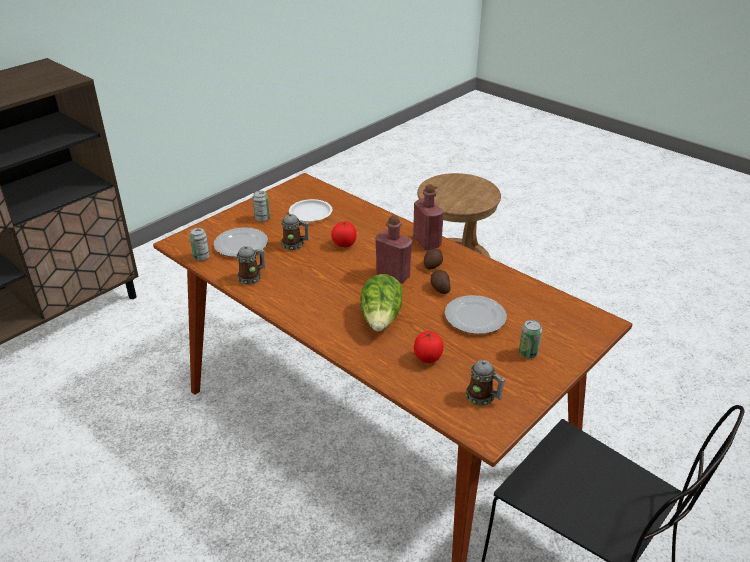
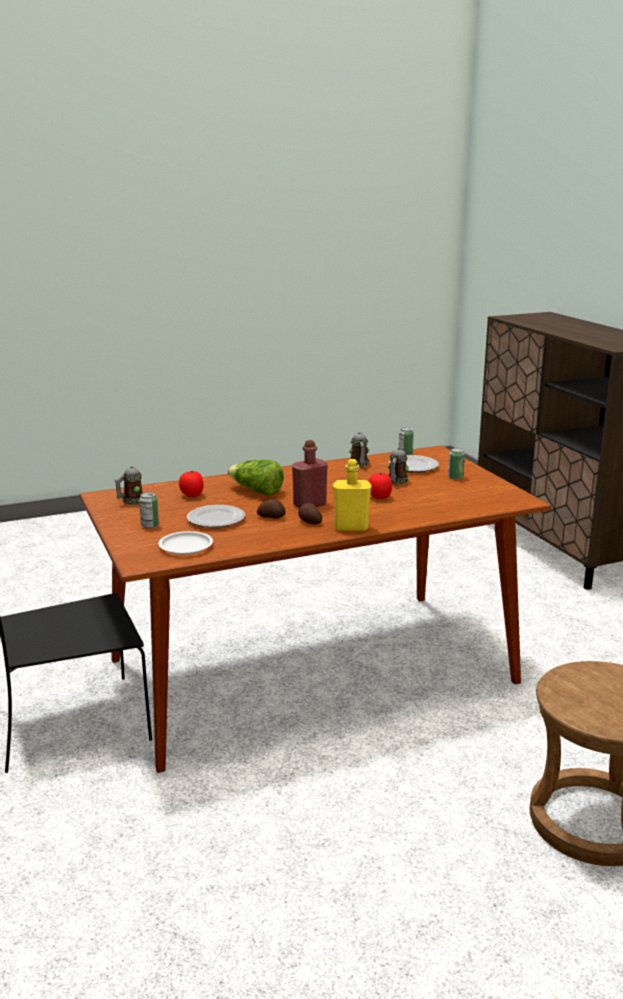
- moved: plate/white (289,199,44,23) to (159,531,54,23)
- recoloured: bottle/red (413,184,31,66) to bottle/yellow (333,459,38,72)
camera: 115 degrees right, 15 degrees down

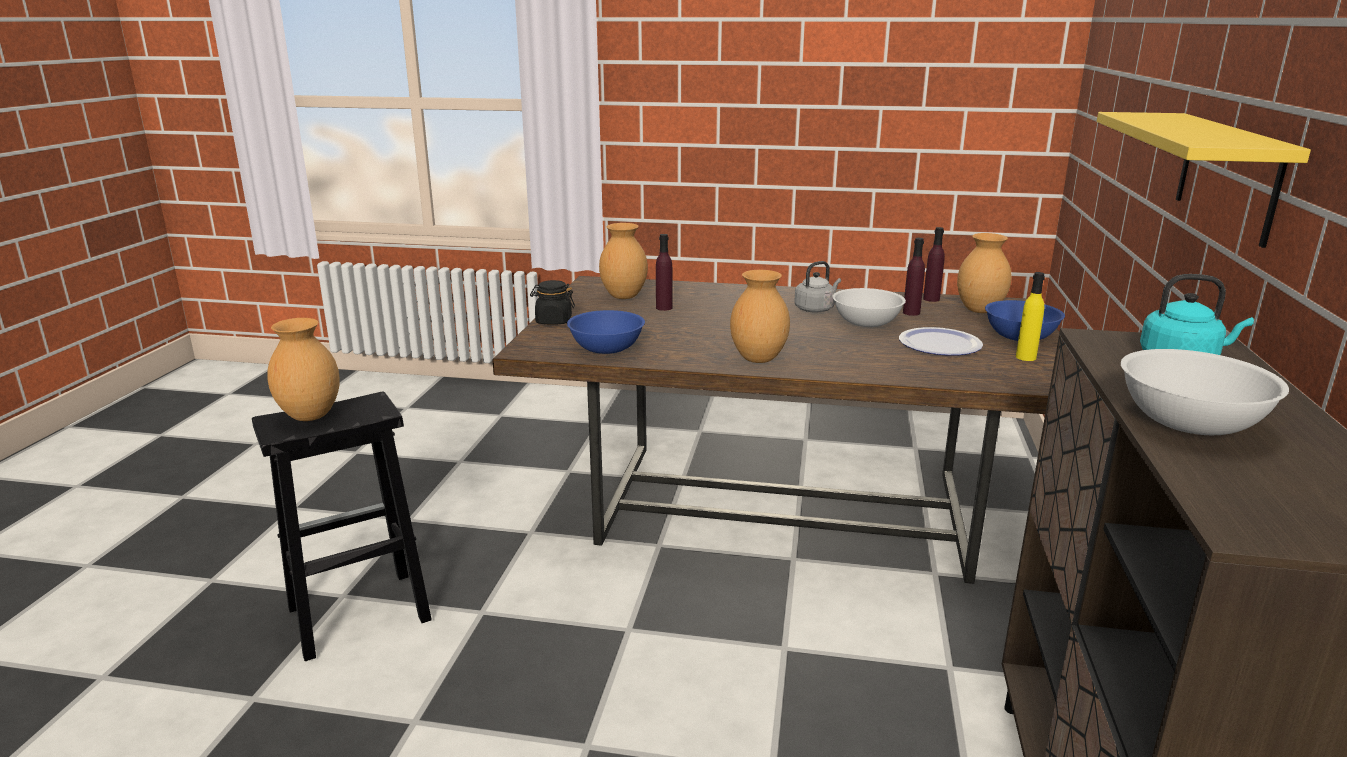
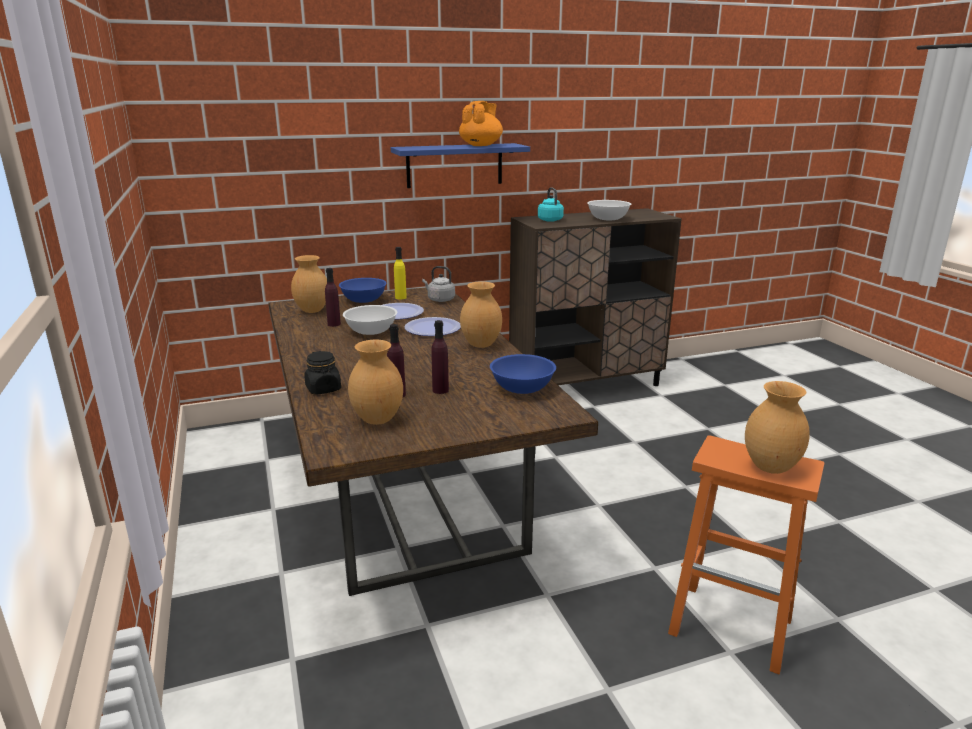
- recoloured: stool/black (252,392,180,269) to stool/orange (668,435,156,239)
- moved: jar/black (530,280,45,45) to (304,351,37,44)
- moved: kettle/grey (794,261,47,52) to (422,266,33,36)
- moved: bottle/purple (923,227,22,75) to (431,320,18,74)
- recoloured: shelf/yellow (1097,112,214,136) to shelf/blue (391,143,139,45)
- added: plate (404,317,57,19)
- added: teapot/orange (459,101,44,45)
camera: 120 degrees left, 0 degrees up

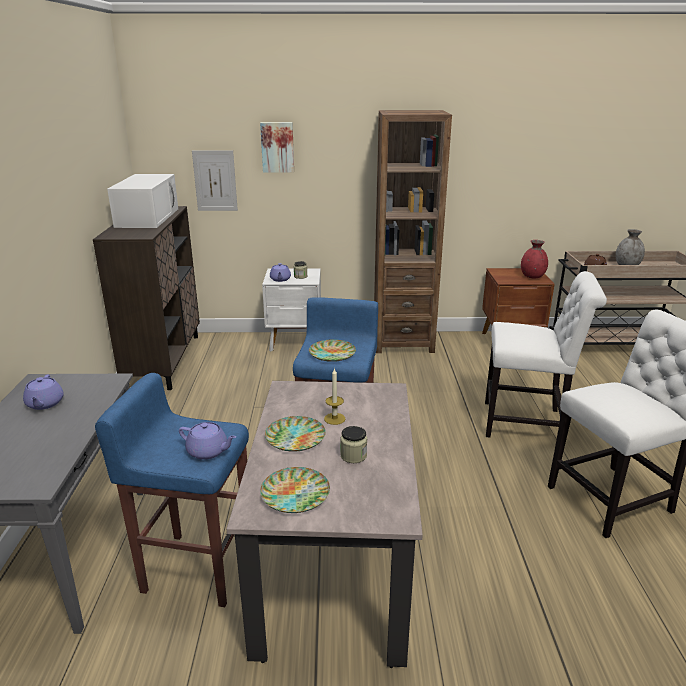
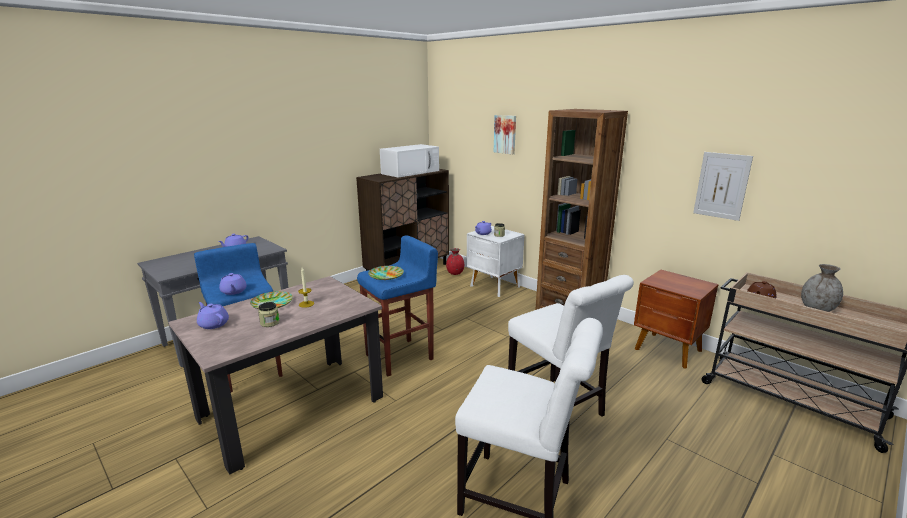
- moved: picture (192,150,46,61) to (693,152,60,69)
- replaced: plate (260,467,70,46) to teapot/purple (197,302,32,27)
- moved: vase/red (521,240,27,38) to (446,248,18,27)
camera: 45 degrees right, 5 degrees down

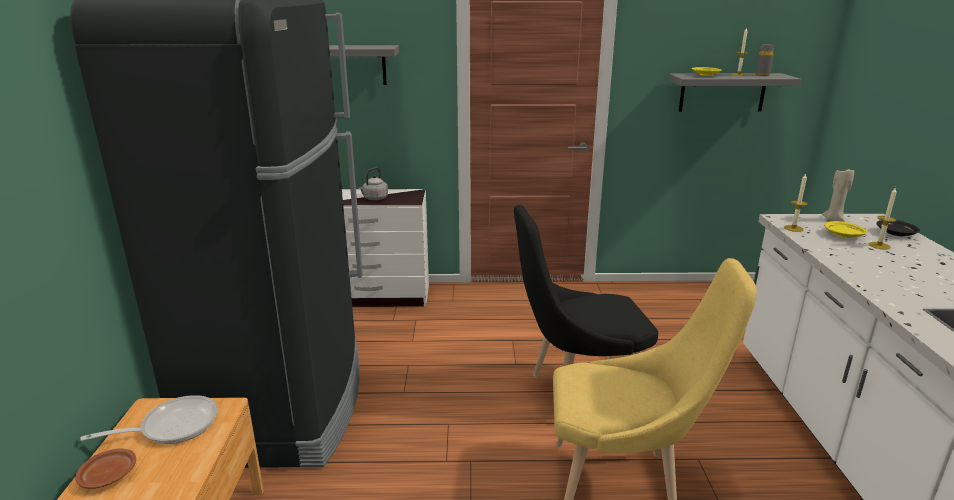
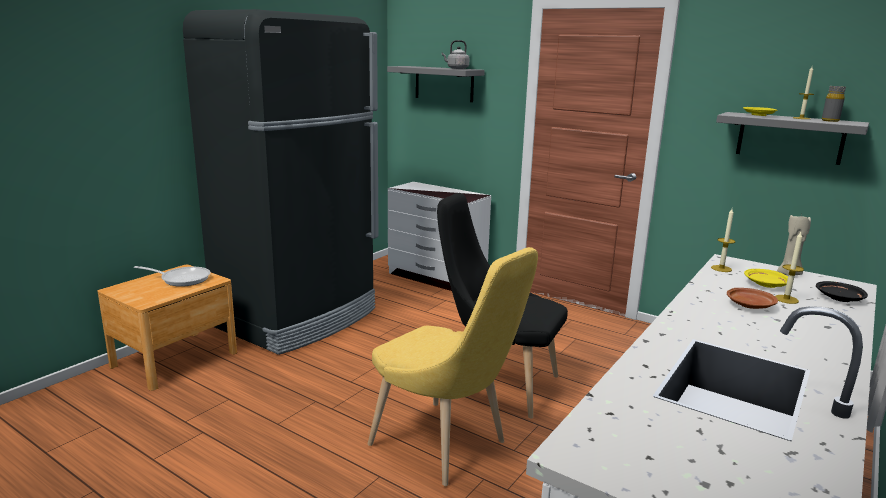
- moved: plate/brown (75,449,61,40) to (727,288,51,21)
- moved: kettle/grey (358,167,30,33) to (441,40,28,29)
camera: 35 degrees right, 5 degrees down

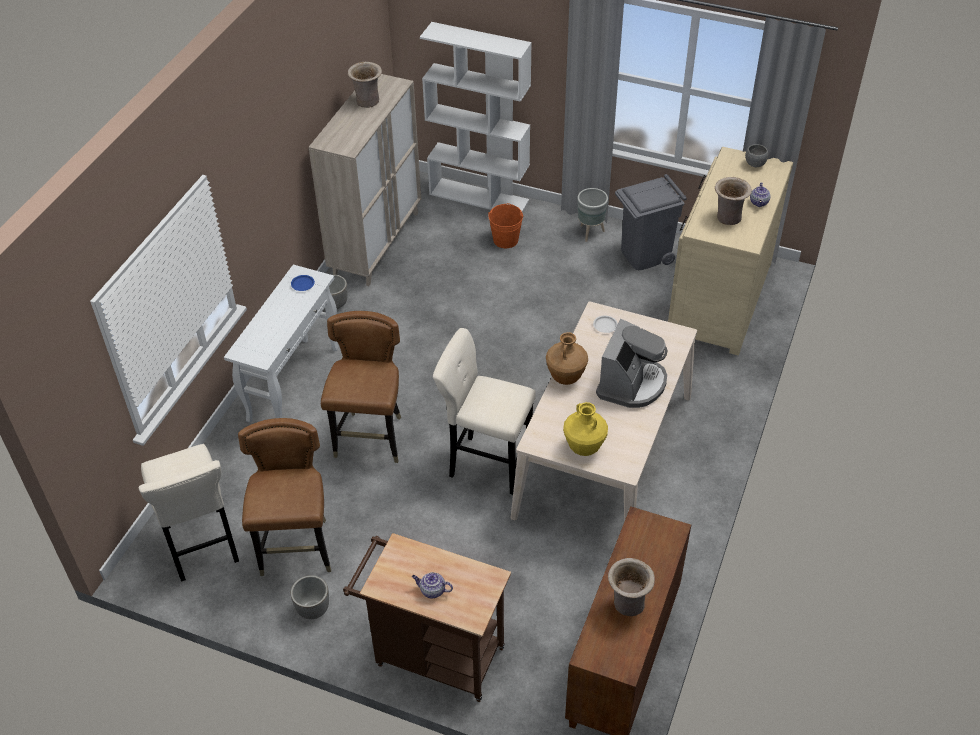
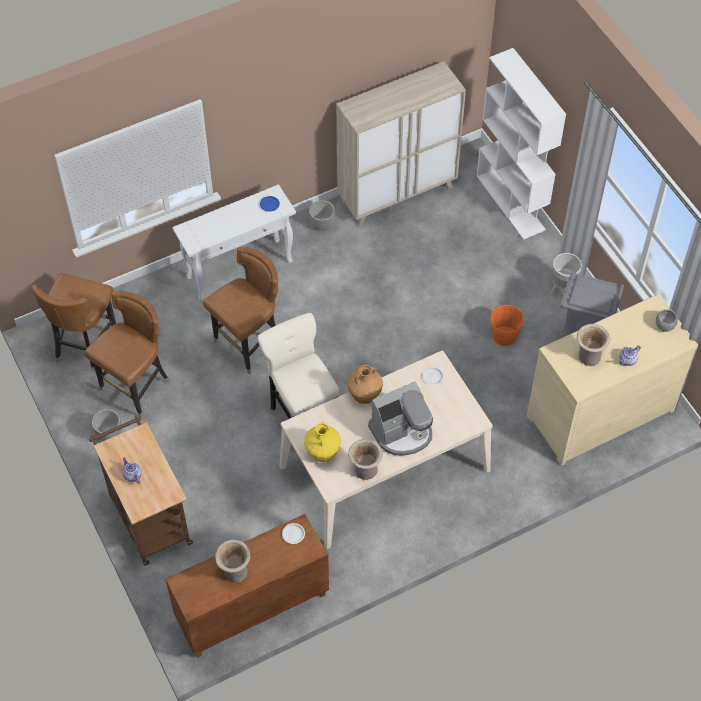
- replaced: stool/beige (139,444,100,138) to chair/brown (32,273,84,100)
- moved: vase/beige (348,62,34,46) to (348,439,35,41)
- moved: bucket/orange (488,203,35,45) to (491,305,33,41)
- added: plate/white (282,523,23,21)
camera: 40 degrees right, 10 degrees up

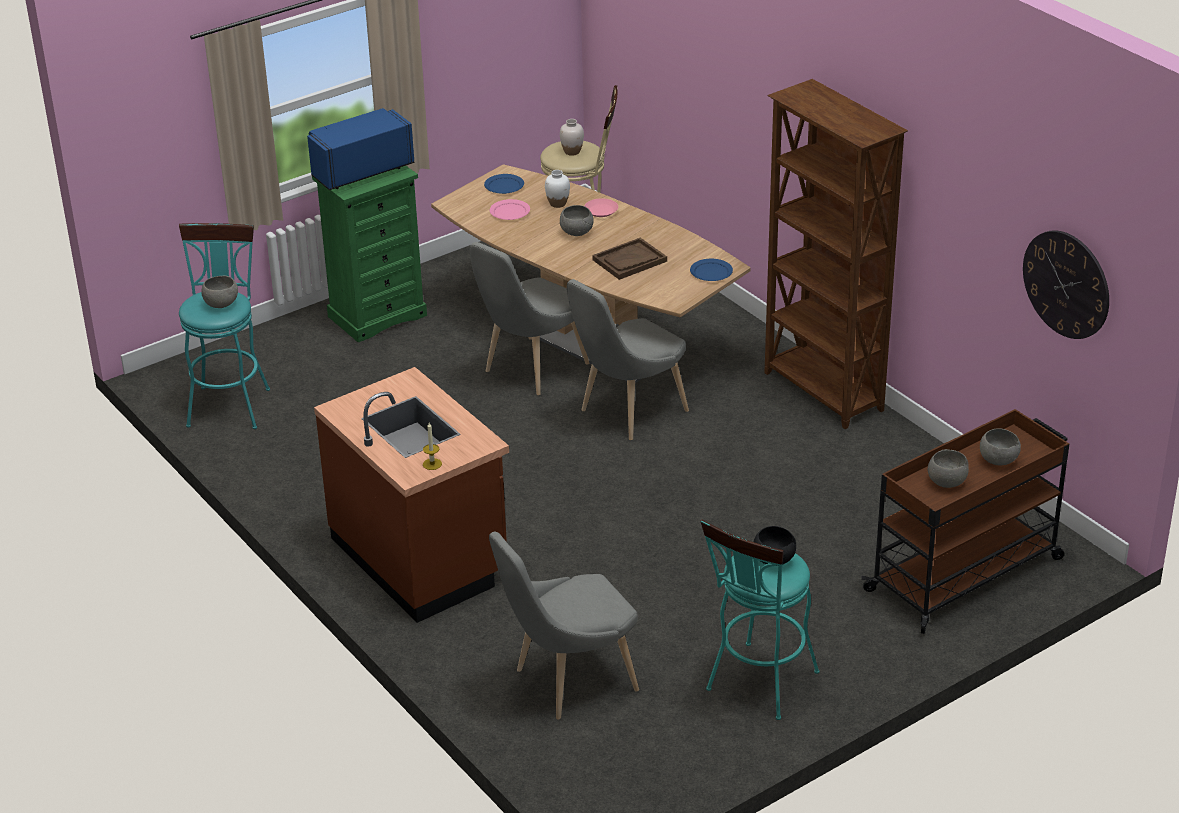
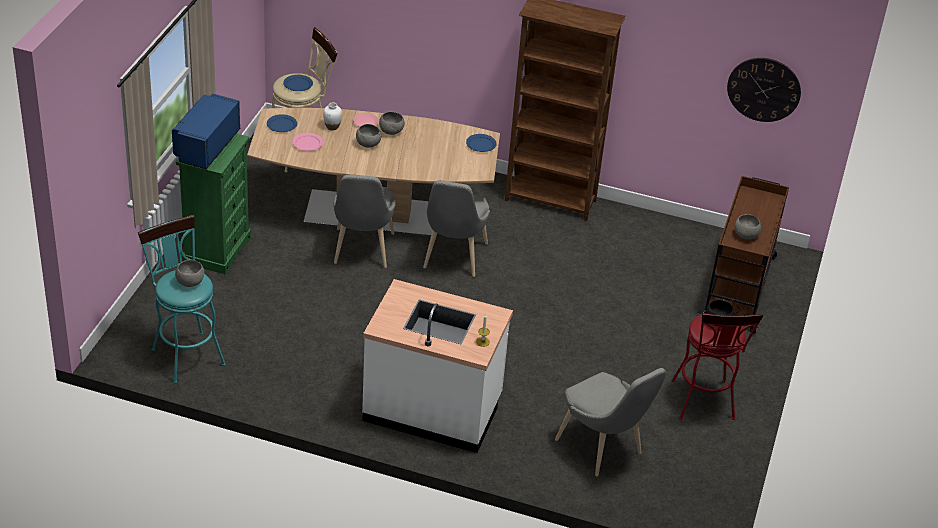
- recoloured: counter/brown (314,367,195,256) to counter/white (362,279,151,174)
- turned: chair/grey (489,532,150,188) = (555,368,111,109) 60 degrees counterclockwise
- replaced: vase/white (560,119,24,37) to plate/blue (283,75,30,16)
- removed: tray/brown (592,238,75,42)
- recoloured: stool/turquoise (700,520,120,200) to stool/red (672,313,92,107)
- moved: bowl/grey (980,428,41,38) to (379,112,26,23)
camera: 40 degrees left, 5 degrees up

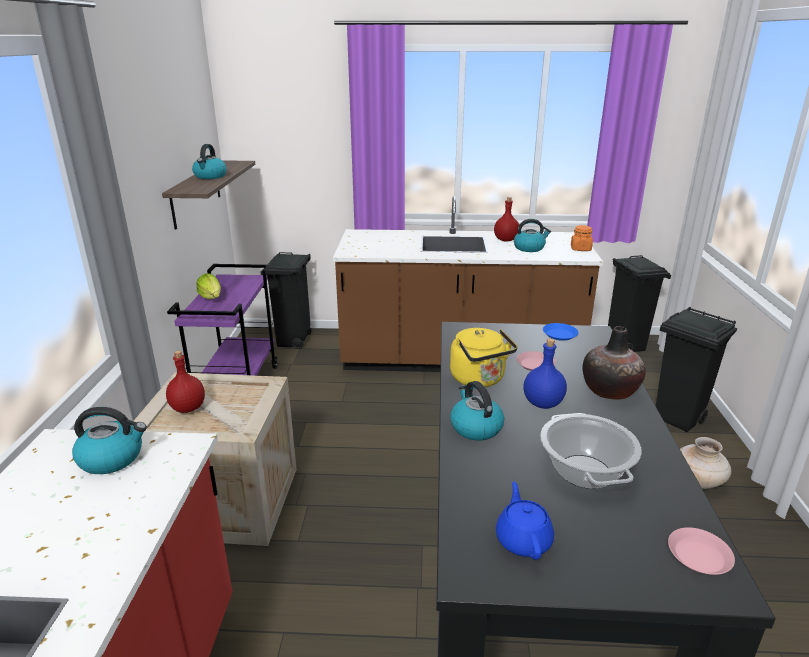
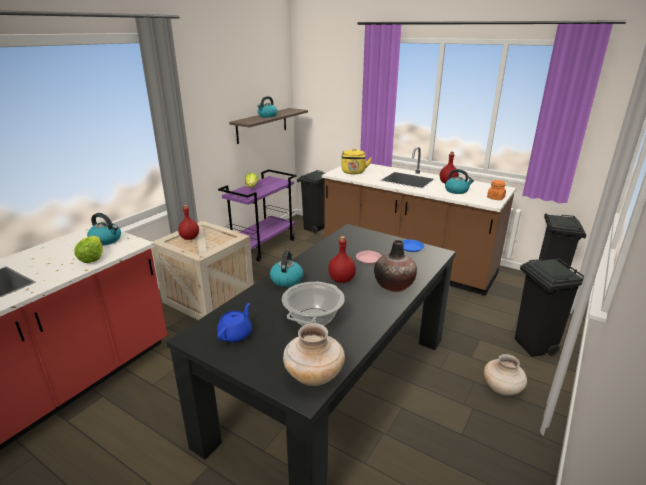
- moved: kettle/yellow (450,328,67,59) to (341,149,31,25)
- recoloured: bottle/blue (524,339,43,70) to bottle/red (328,236,28,47)
- replaced: plate/pink (668,527,67,48) to vase/beige (283,323,62,63)
- added: lettuce (74,236,29,27)
camera: 30 degrees right, 0 degrees up

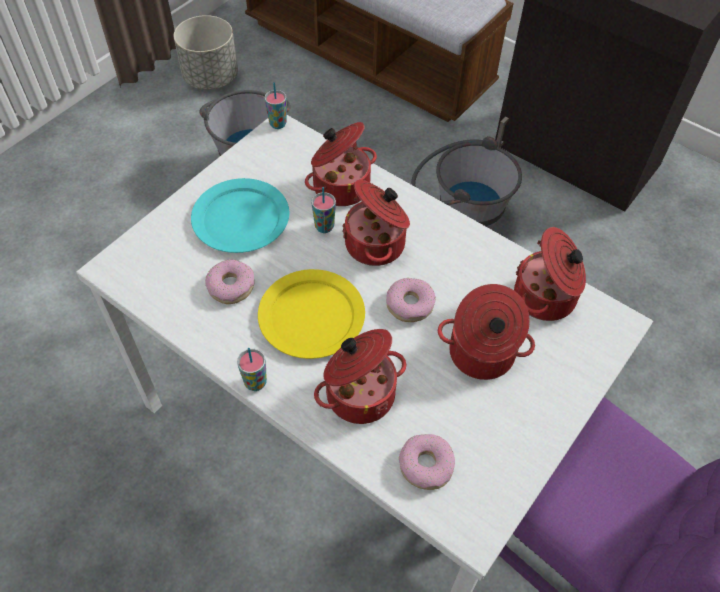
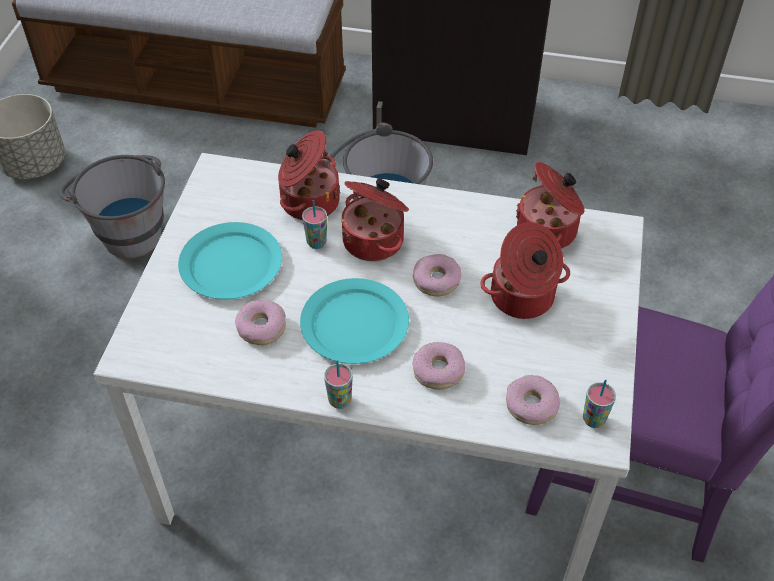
- recoloured: plate/yellow (258,269,107,90) to plate/turquoise (300,278,109,86)
- moved: cup (264,82,23,47) to (583,380,33,48)
- replaced: cooking pot (314,329,92,95) to donut (412,342,53,48)
camera: 25 degrees left, 5 degrees down

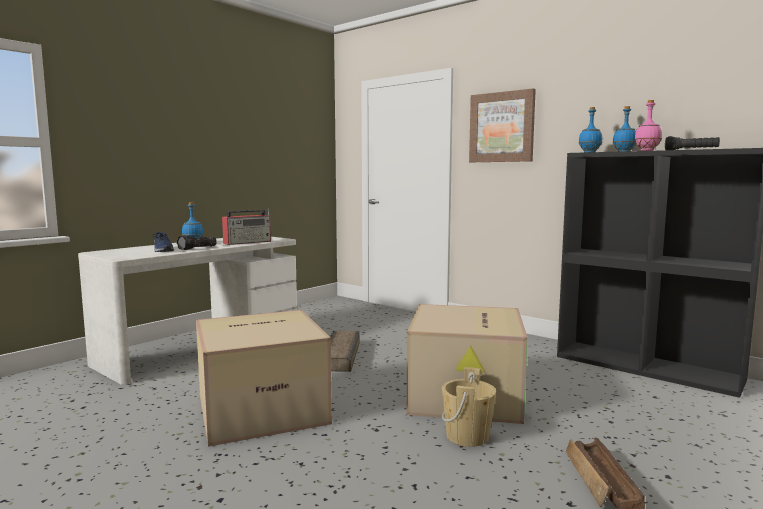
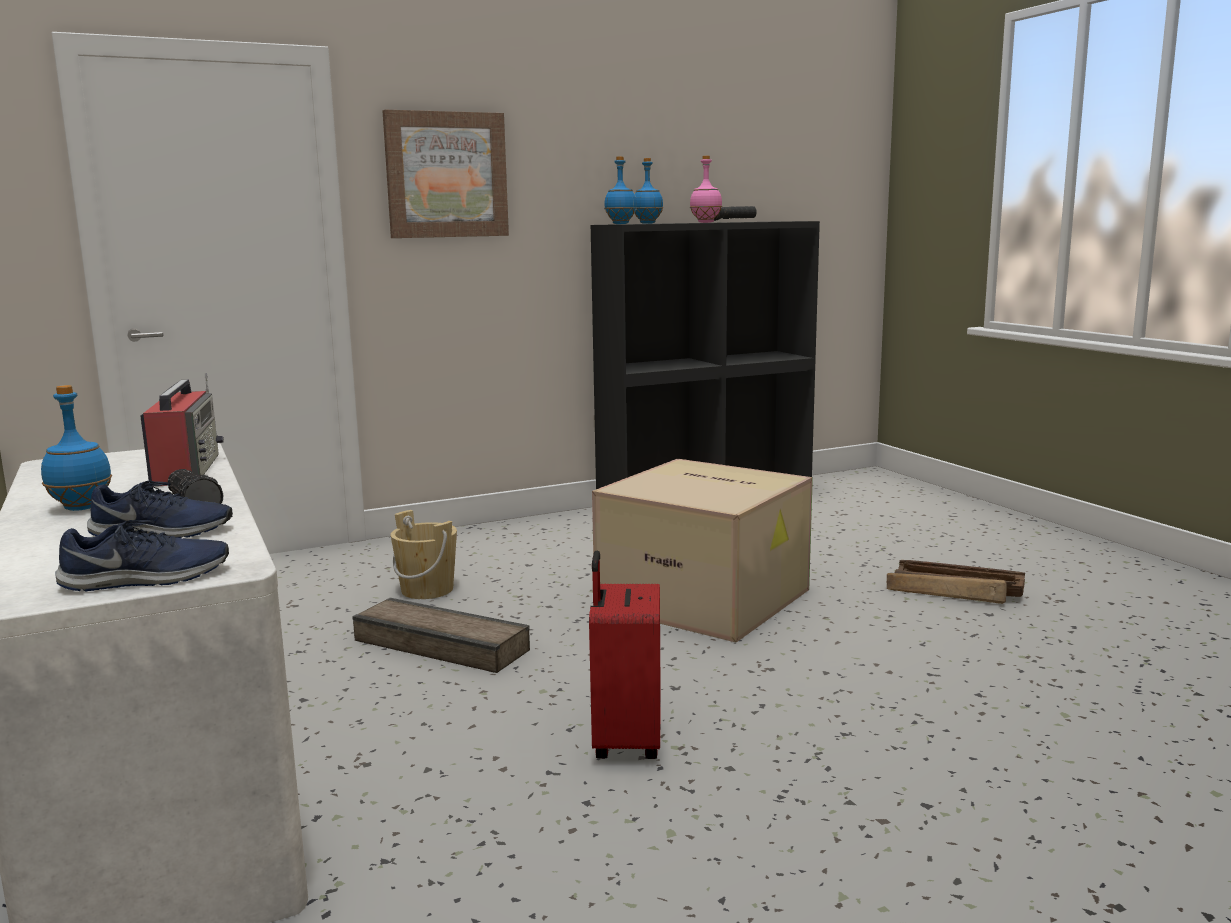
- replaced: cardboard box (196,310,136,137) to suitcase/red (589,550,72,209)
- moved: bucket/beige (442,367,54,80) to (390,510,67,89)
- added: shoe/blue (55,520,174,72)
camera: 65 degrees left, 5 degrees up

